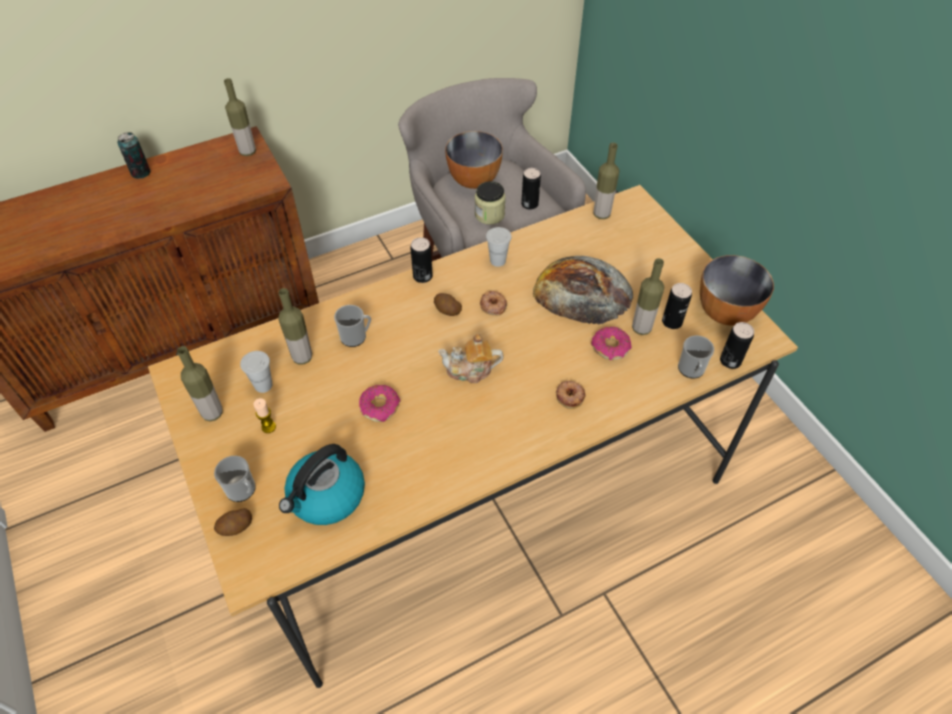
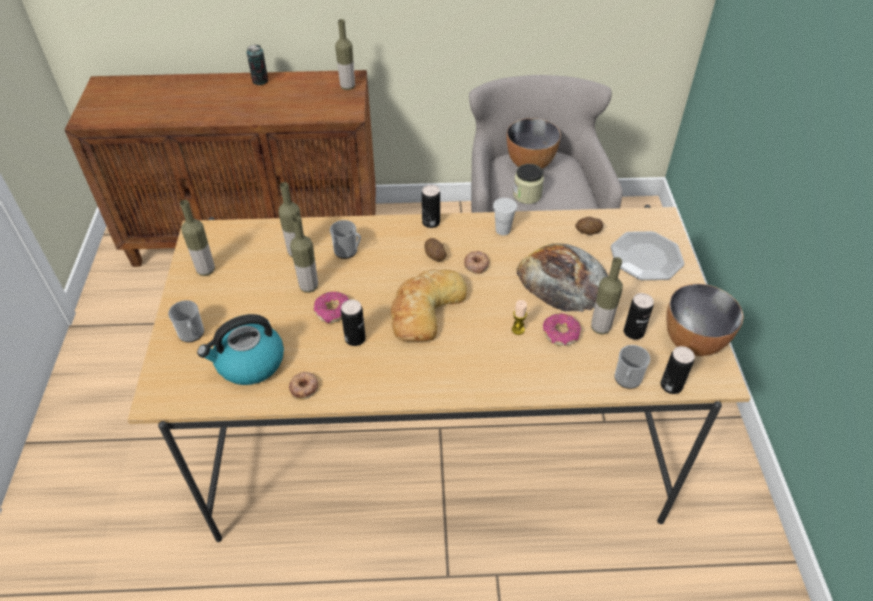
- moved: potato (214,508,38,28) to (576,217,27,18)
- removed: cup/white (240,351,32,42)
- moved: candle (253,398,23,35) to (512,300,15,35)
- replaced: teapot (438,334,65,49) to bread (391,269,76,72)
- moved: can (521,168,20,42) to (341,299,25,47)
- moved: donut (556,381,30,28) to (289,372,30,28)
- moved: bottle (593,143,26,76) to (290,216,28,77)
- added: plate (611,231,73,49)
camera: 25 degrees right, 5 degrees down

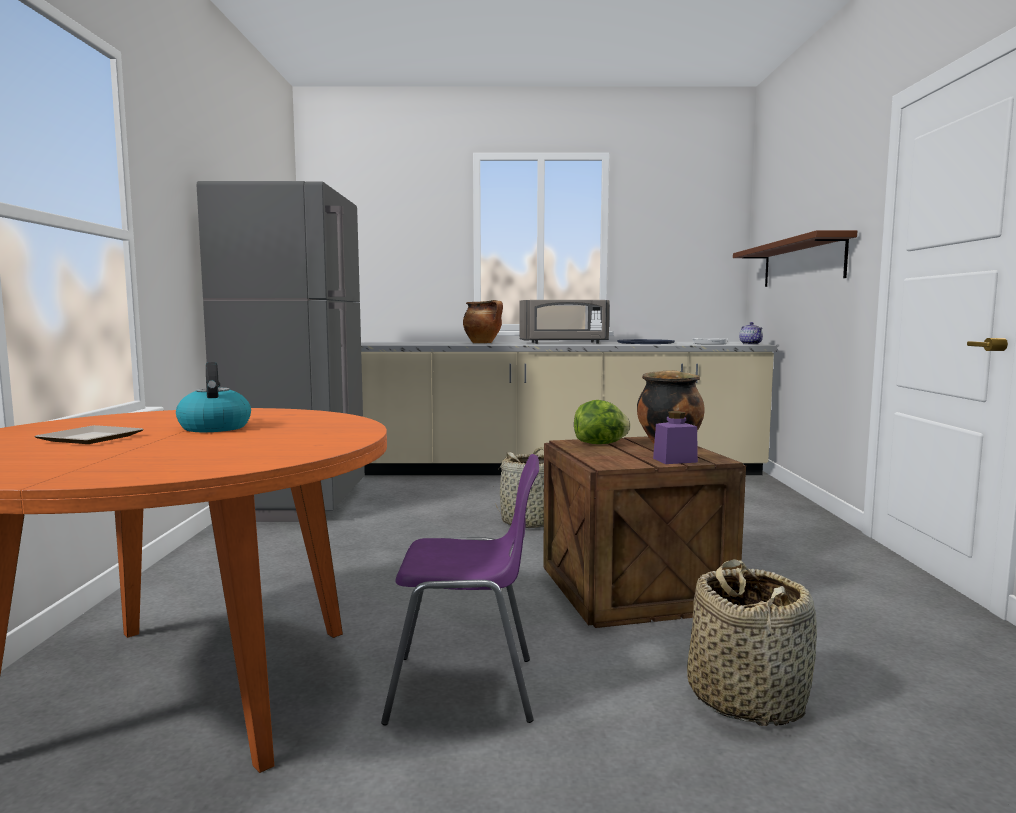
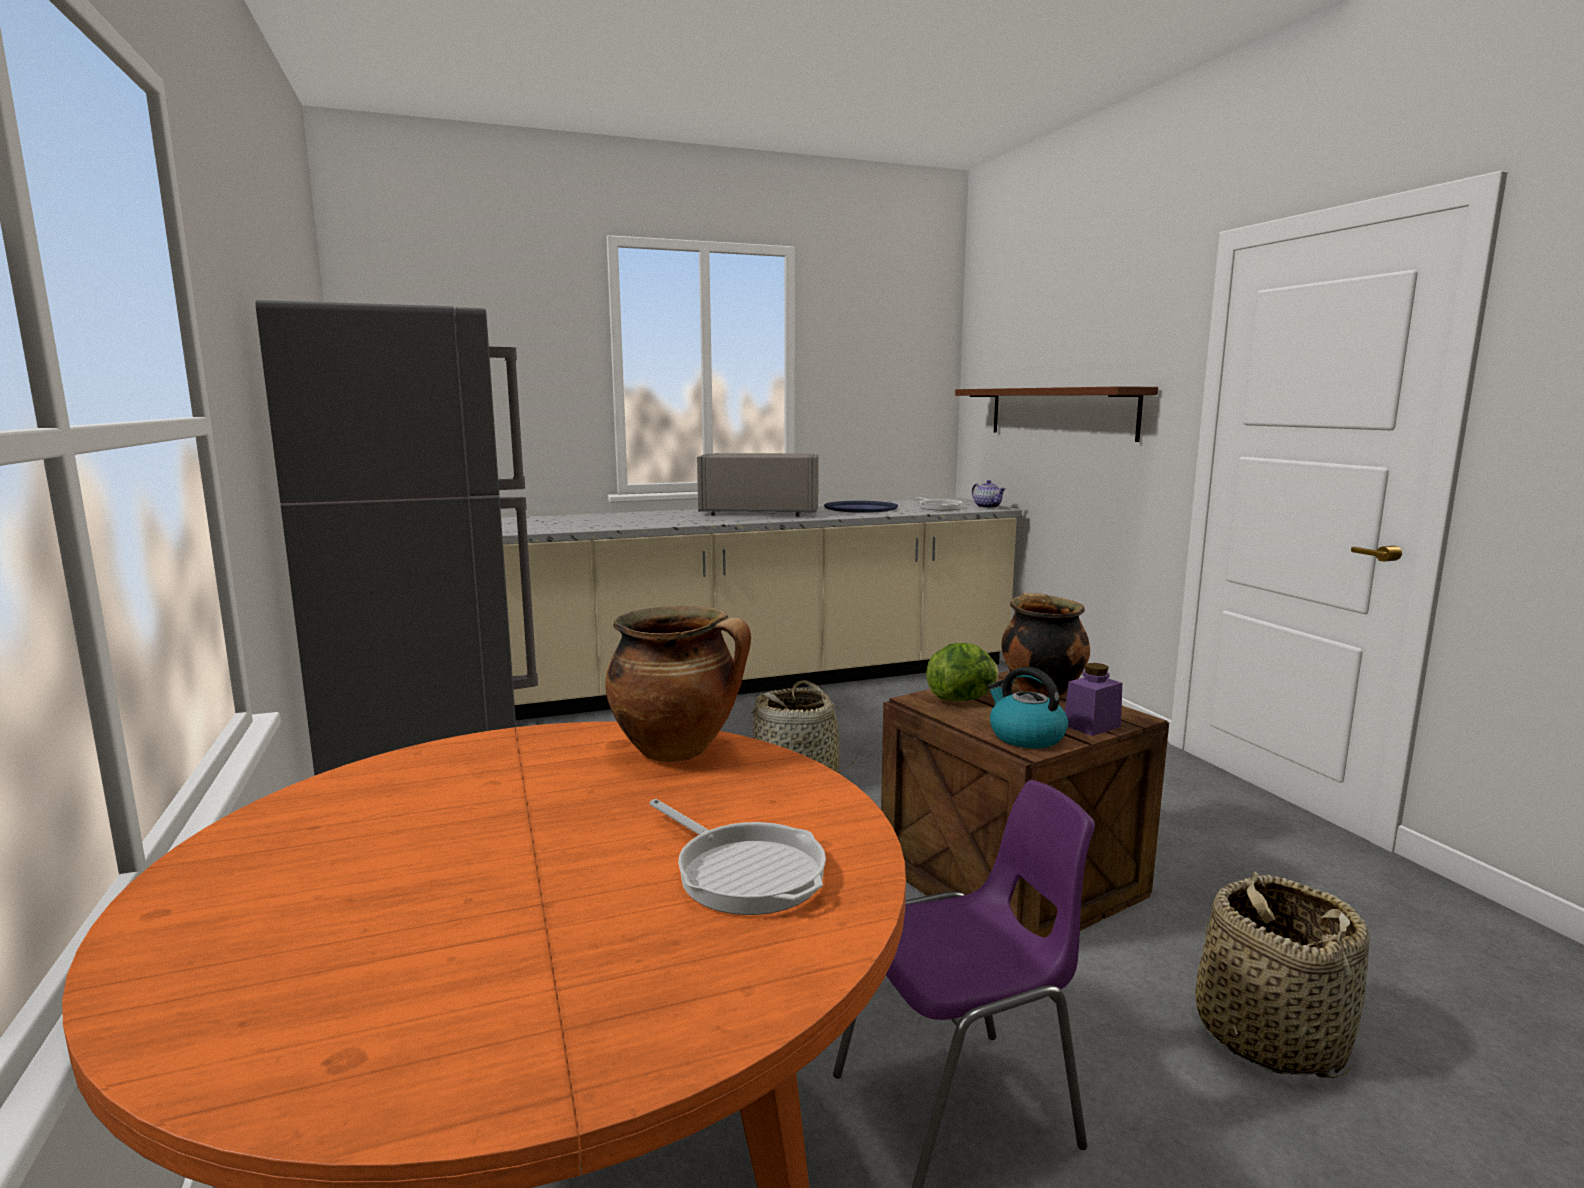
- removed: plate (34,425,110,19)
- moved: kettle (176,362,75,70) to (988,667,80,82)
- moved: cooking pot (463,300,40,43) to (605,606,146,156)
- turned: microwave/grey (519,300,91,44) = (697,453,122,64) 150 degrees counterclockwise
- added: frying pan (649,799,177,116)
camera: 20 degrees left, 5 degrees up

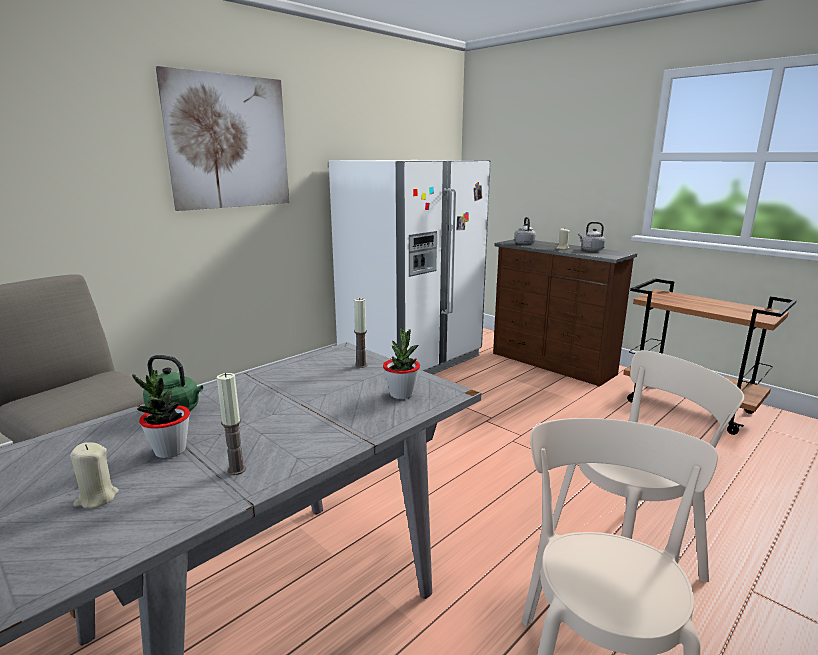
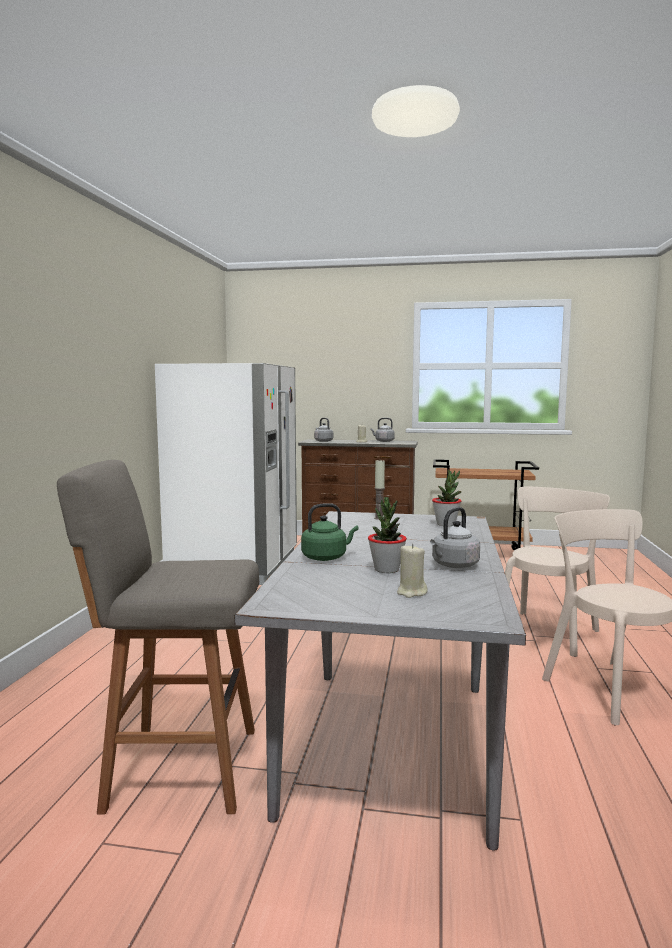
- removed: picture (156,66,133,145)
- replaced: candle (217,373,29,102) to kettle/grey (430,507,50,61)
camera: 35 degrees left, 10 degrees down

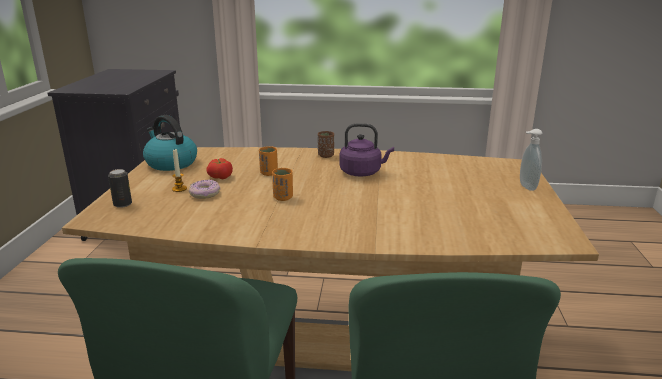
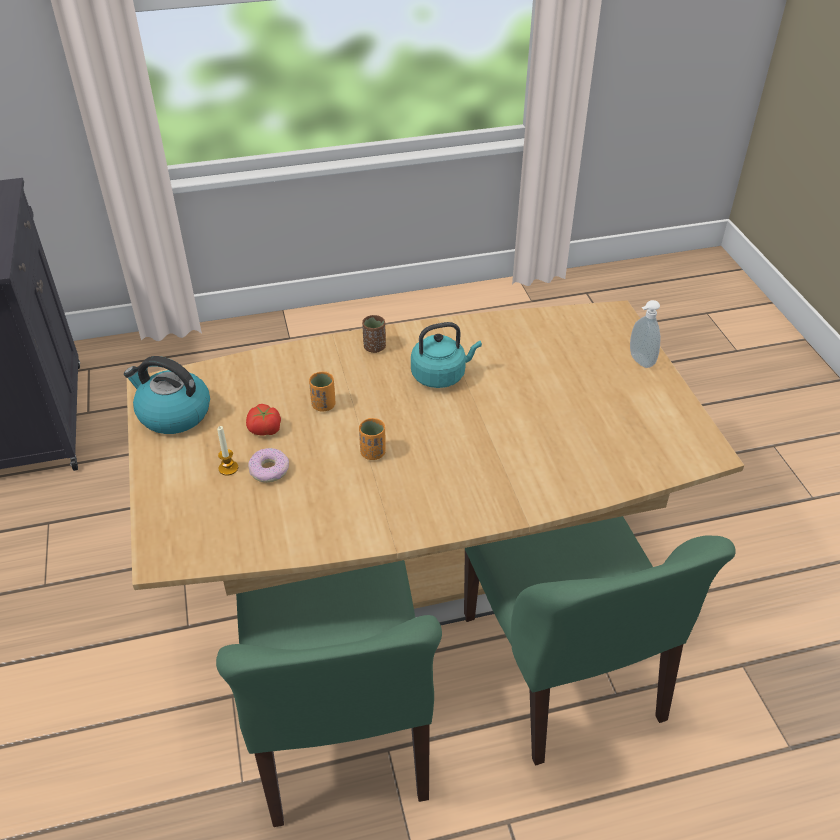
- removed: can (108,169,24,39)
- recoloured: kettle/purple (339,123,55,53) to kettle/turquoise (411,322,71,66)
camera: 20 degrees left, 20 degrees up

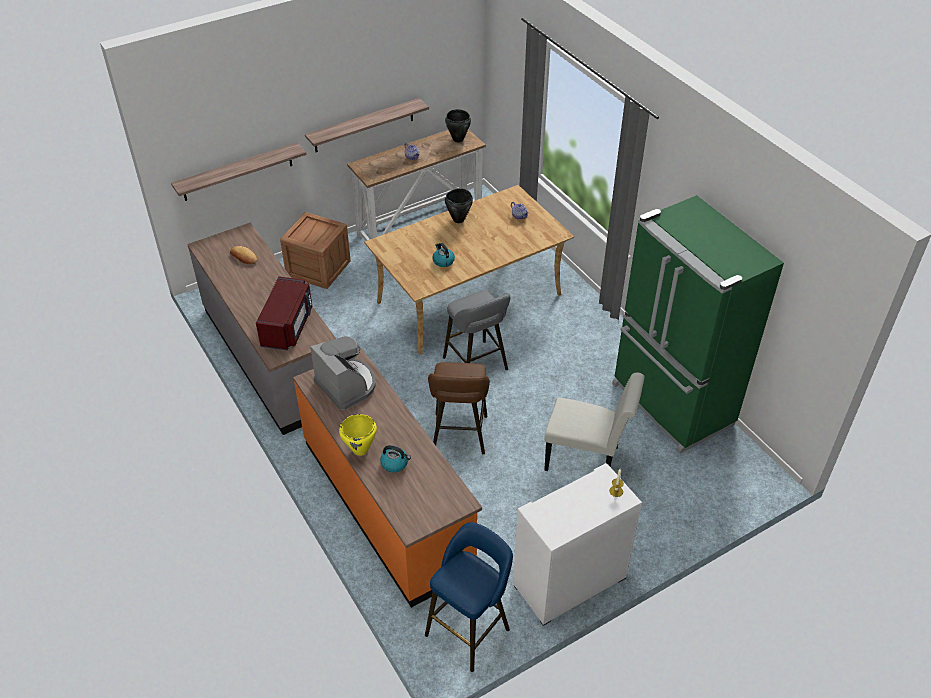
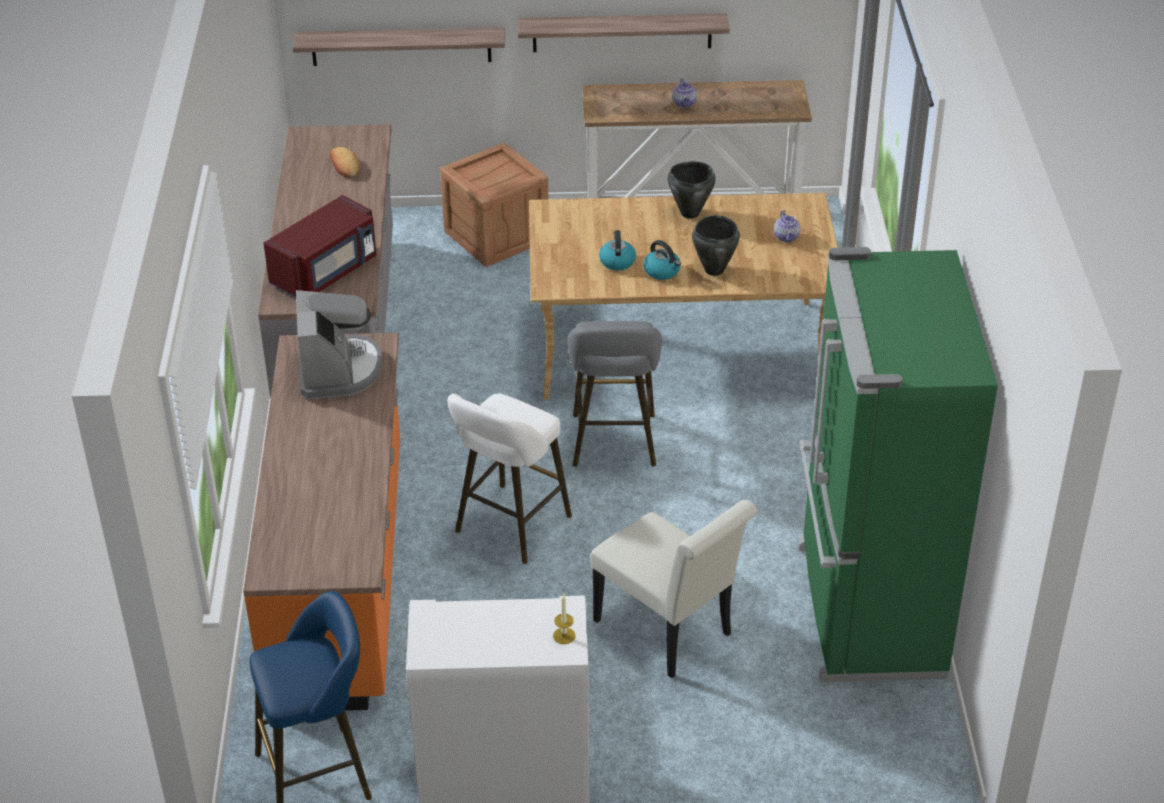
- removed: cooking pot/yellow (339,414,38,42)
- moved: kettle (380,445,31,28) to (644,240,37,40)
- recoloured: stool/brown (428,362,62,92) to stool/white (448,393,124,171)
- moved: cooking pot/black (445,109,26,33) to (692,215,48,61)
camera: 30 degrees right, 5 degrees down

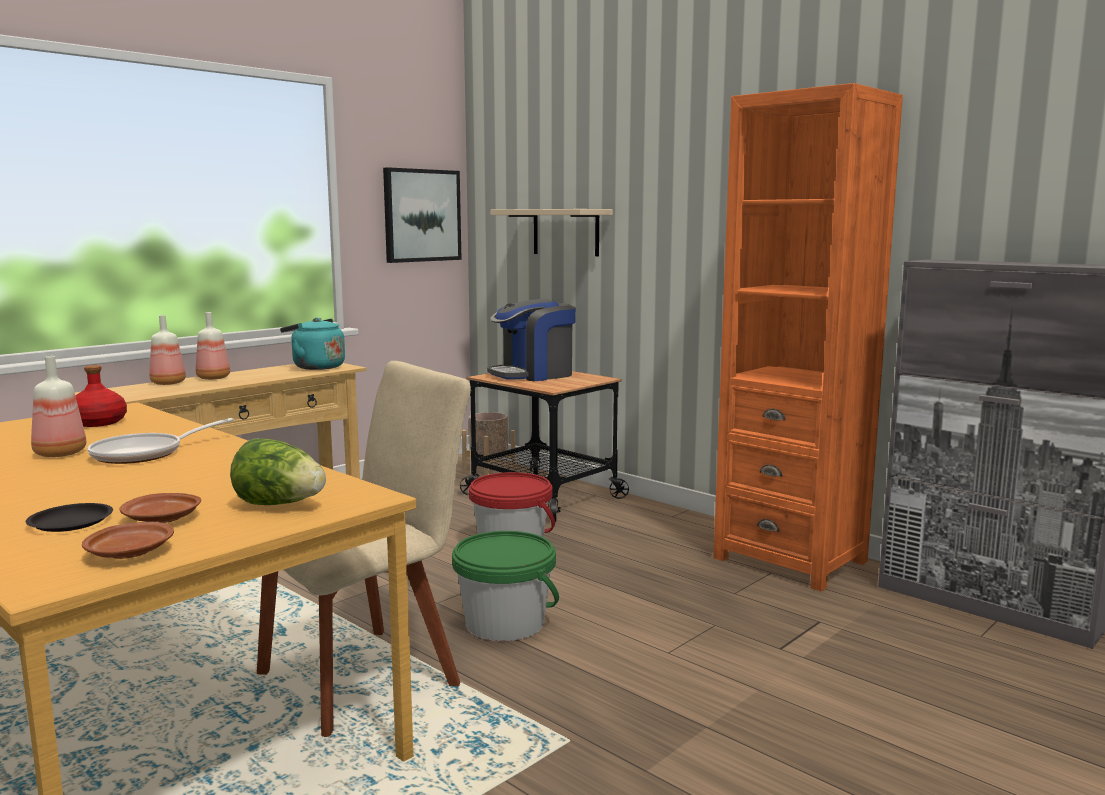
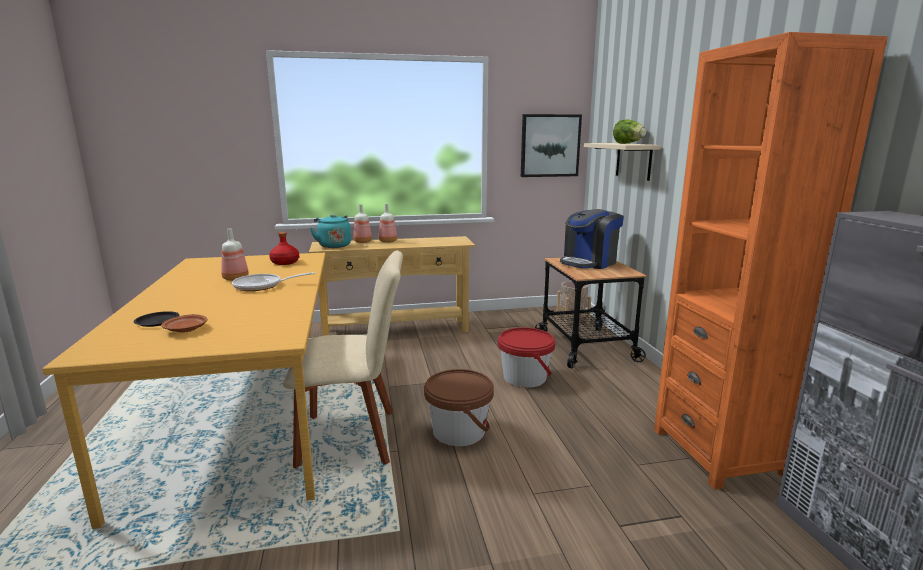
- removed: plate/brown (82,522,92,37)
- moved: lettuce (230,438,96,67) to (613,120,33,24)
- moved: kettle/turquoise (280,318,65,52) to (310,215,41,33)
- recoloured: bucket/green (452,531,107,110) to bucket/brown (424,369,70,77)
- turned: coffee machine (487,299,89,82) = (560,209,64,60) 45 degrees counterclockwise
camera: 35 degrees right, 5 degrees up

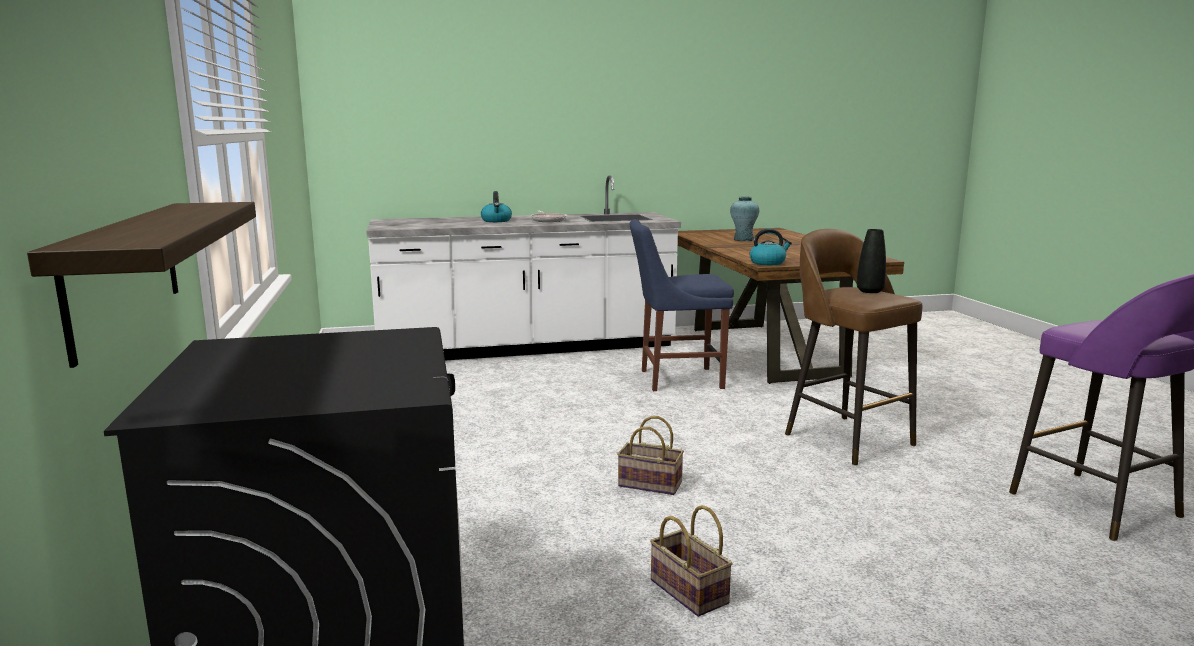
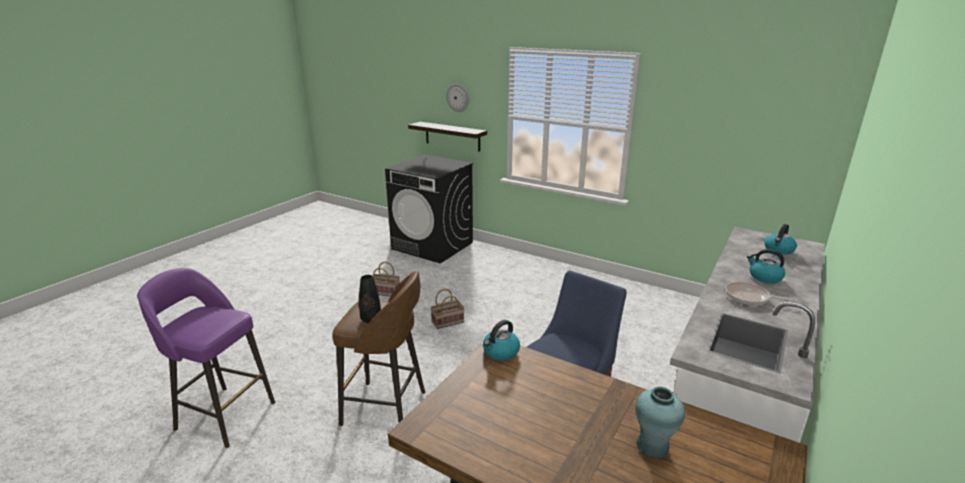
- added: wall clock (446,84,23,28)
- added: kettle (764,224,33,31)
camera: 135 degrees right, 10 degrees up

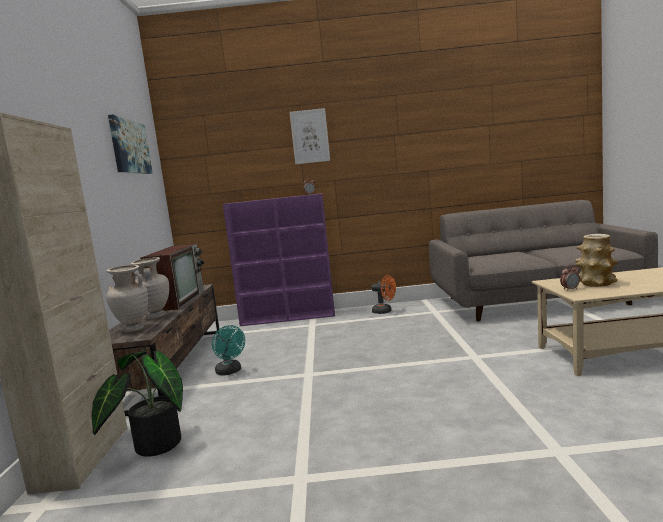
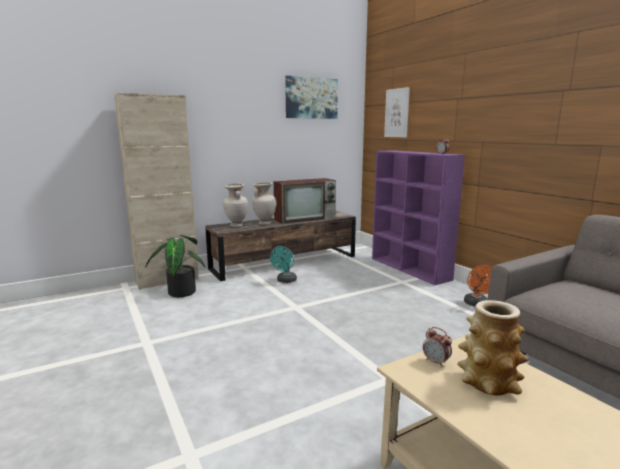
- moved: picture (289,108,41,56) to (384,87,26,50)
camera: 60 degrees right, 5 degrees up

